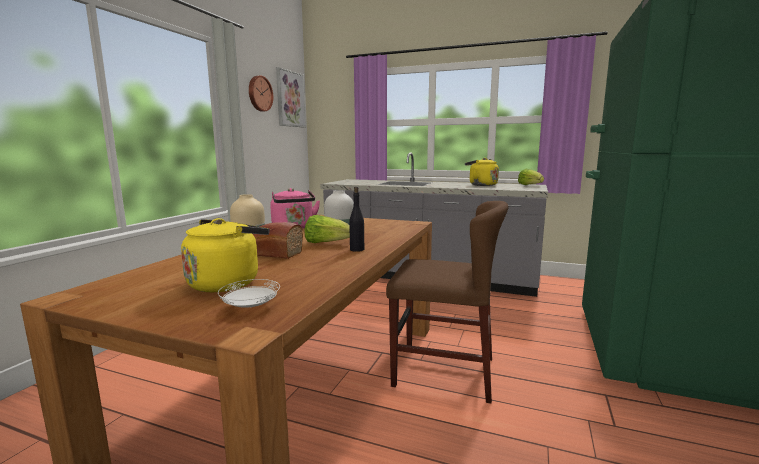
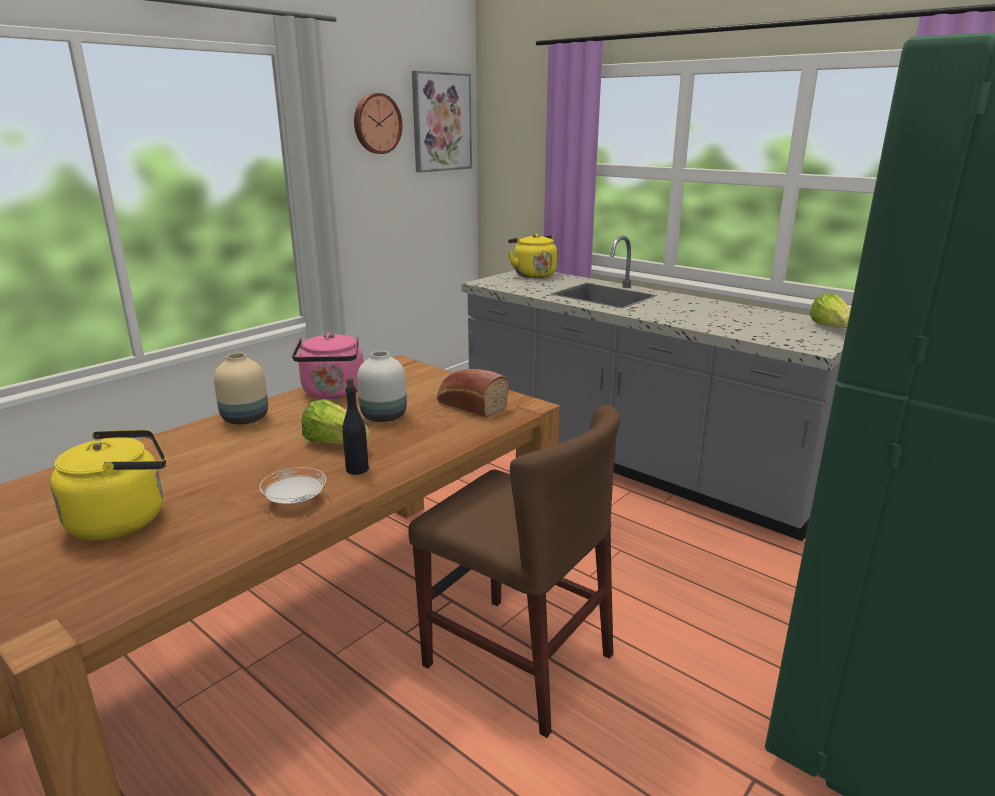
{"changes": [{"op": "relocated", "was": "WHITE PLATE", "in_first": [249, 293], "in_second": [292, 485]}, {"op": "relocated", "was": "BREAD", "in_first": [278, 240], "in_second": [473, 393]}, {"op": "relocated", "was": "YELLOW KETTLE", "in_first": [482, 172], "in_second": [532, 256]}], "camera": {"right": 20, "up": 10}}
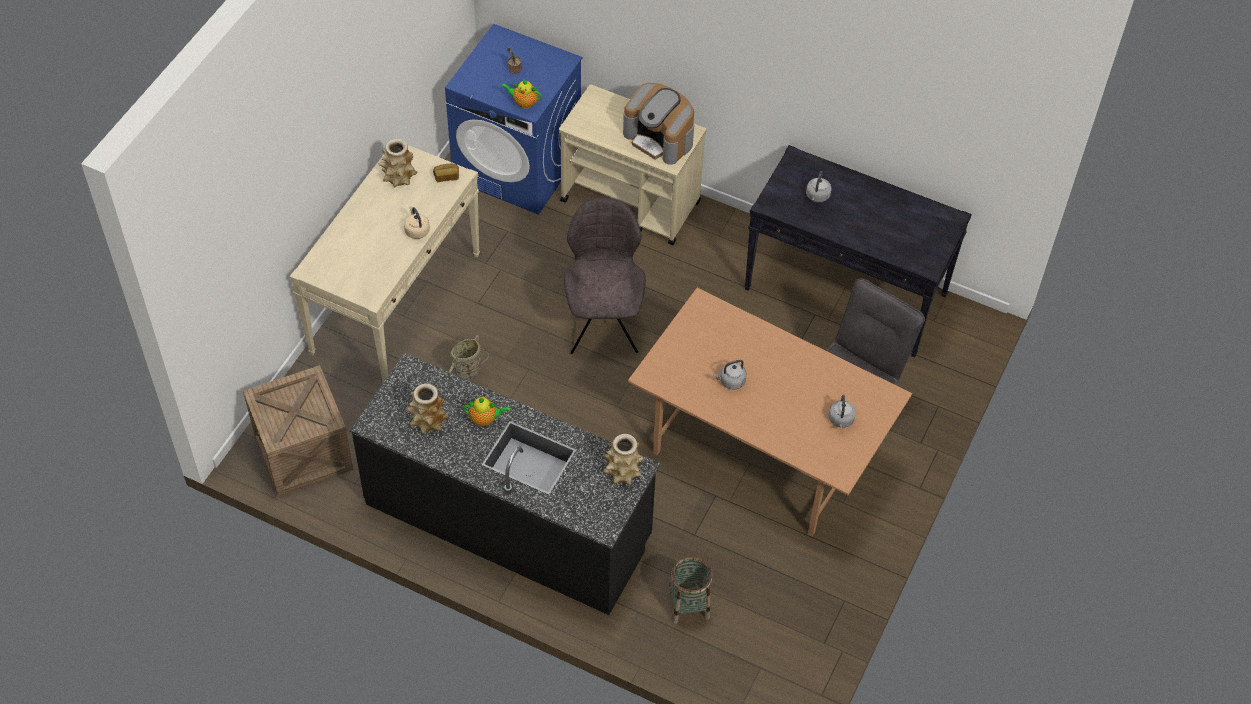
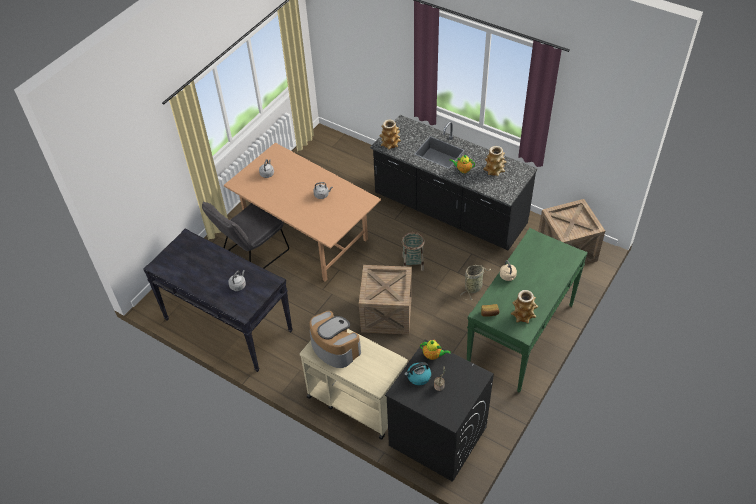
{"changes": [{"op": "exchanged", "was": "GREY CHAIR", "now": "CRATE", "in_first": [605, 275], "in_second": [385, 300]}, {"op": "colour", "was": "BLUE WASHING MACHINE", "now": "BLACK WASHING MACHINE", "in_first": [513, 119], "in_second": [439, 410]}, {"op": "relocated", "was": "BASKET", "in_first": [690, 590], "in_second": [413, 251]}, {"op": "appeared", "now": "KETTLE", "in_second": [417, 373]}, {"op": "colour", "was": "BEIGE CONSOLE TABLE", "now": "GREEN CONSOLE TABLE", "in_first": [385, 264], "in_second": [527, 310]}], "camera": {"right": -170, "up": -5}}
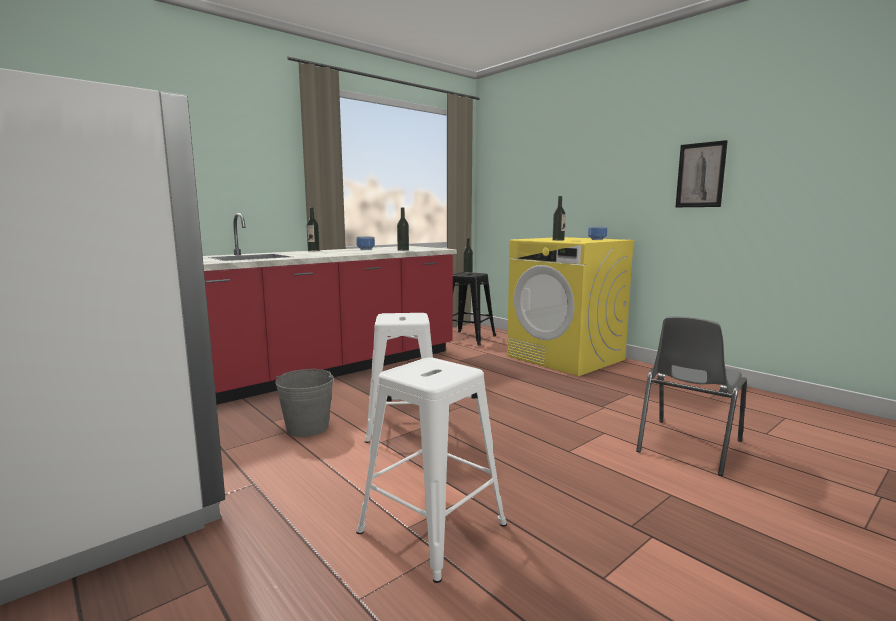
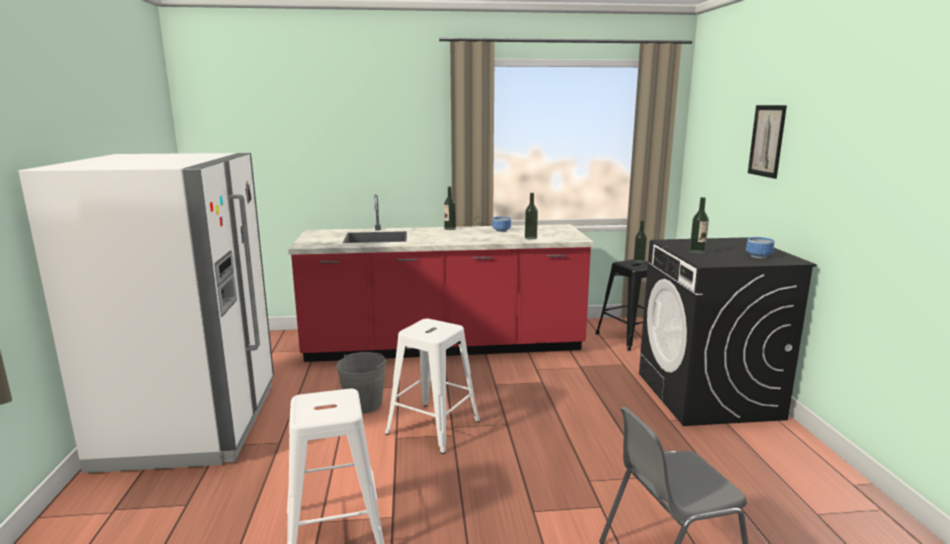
{"changes": [{"op": "colour", "was": "YELLOW WASHING MACHINE", "now": "BLACK WASHING MACHINE", "in_first": [571, 306], "in_second": [728, 331]}, {"op": "relocated", "was": "PICTURE", "in_first": [701, 173], "in_second": [767, 142]}], "camera": {"right": 35, "up": 5}}
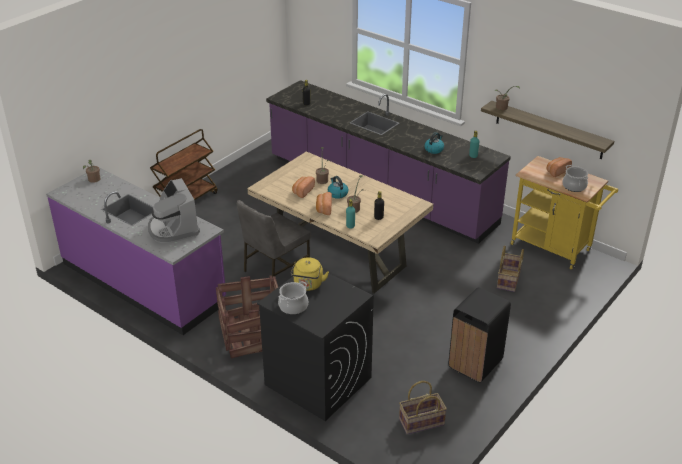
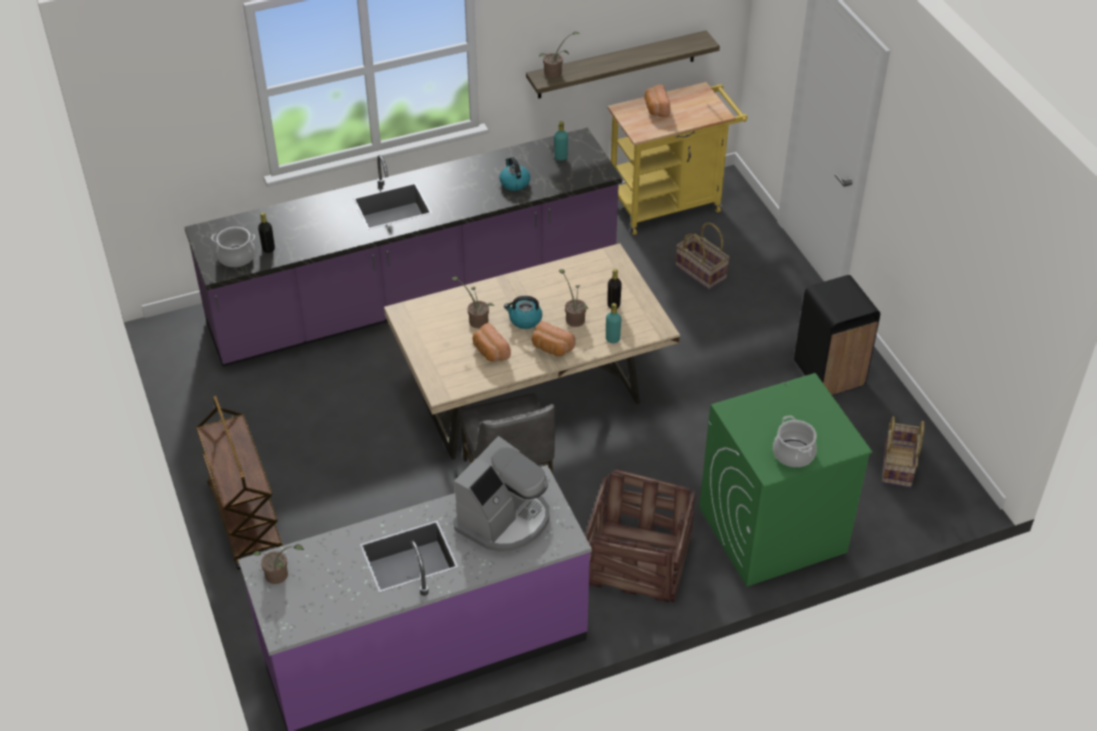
{"changes": [{"op": "relocated", "was": "COOKING POT", "in_first": [576, 178], "in_second": [233, 247]}, {"op": "spun", "was": "COFFEE MACHINE", "in_first": [174, 210], "in_second": [501, 494], "clockwise": -60}, {"op": "colour", "was": "BLACK WASHING MACHINE", "now": "GREEN WASHING MACHINE", "in_first": [315, 346], "in_second": [785, 479]}, {"op": "missing", "was": "YELLOW KETTLE", "in_first": [310, 274]}], "camera": {"right": -60, "up": 10}}
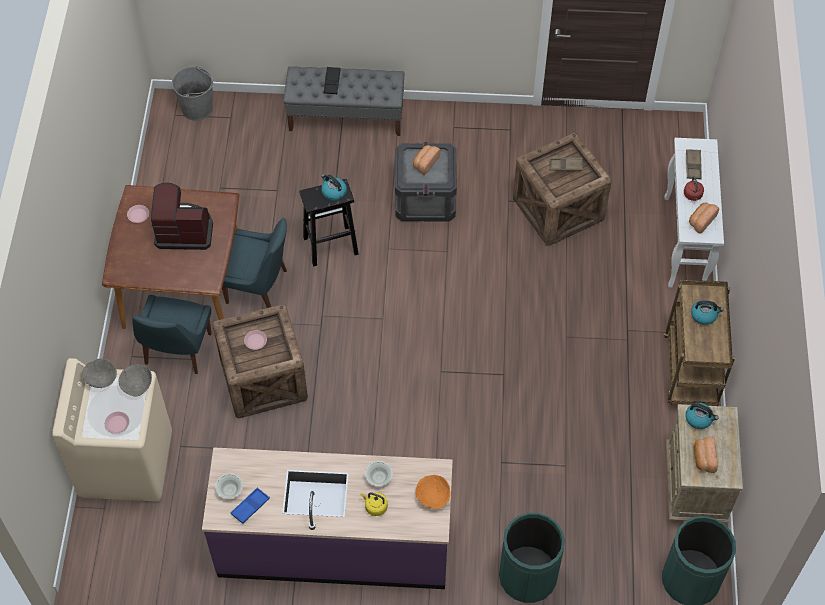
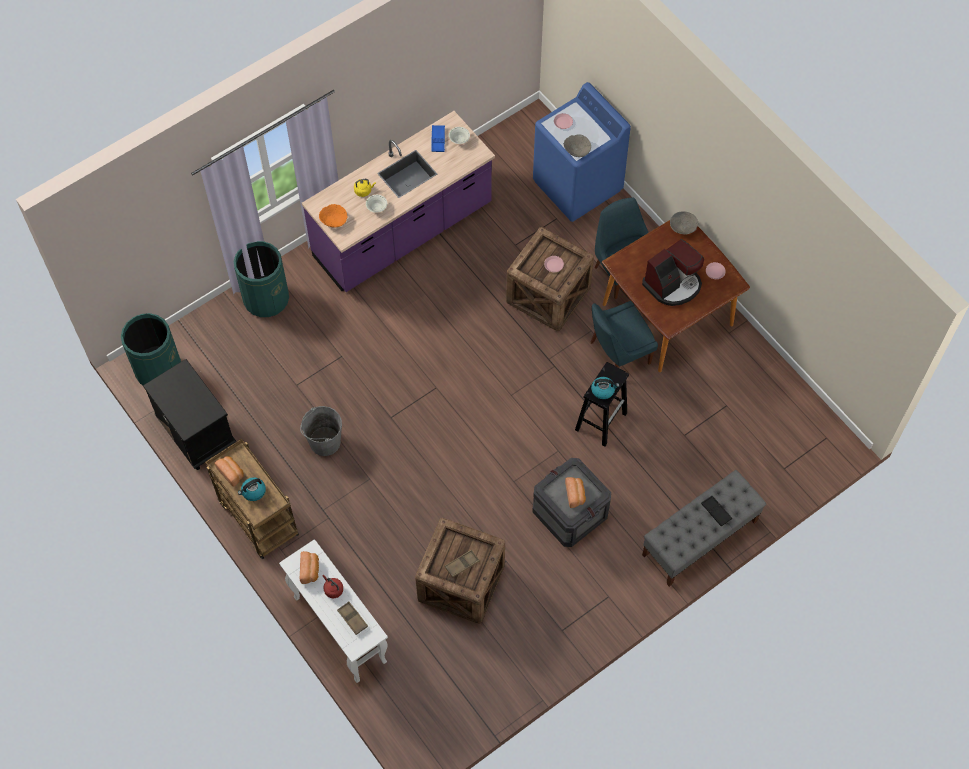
{"changes": [{"op": "colour", "was": "BEIGE NIGHTSTAND", "now": "BLACK NIGHTSTAND", "in_first": [704, 463], "in_second": [190, 414]}, {"op": "relocated", "was": "BREAD", "in_first": [706, 455], "in_second": [229, 471]}, {"op": "relocated", "was": "GREY BUCKET", "in_first": [192, 93], "in_second": [321, 431]}, {"op": "colour", "was": "BEIGE WASHING MACHINE", "now": "BLUE WASHING MACHINE", "in_first": [112, 430], "in_second": [582, 152]}, {"op": "relocated", "was": "GREY BOWL", "in_first": [99, 373], "in_second": [684, 223]}, {"op": "missing", "was": "KETTLE", "in_first": [702, 416]}], "camera": {"right": 140, "up": 5}}
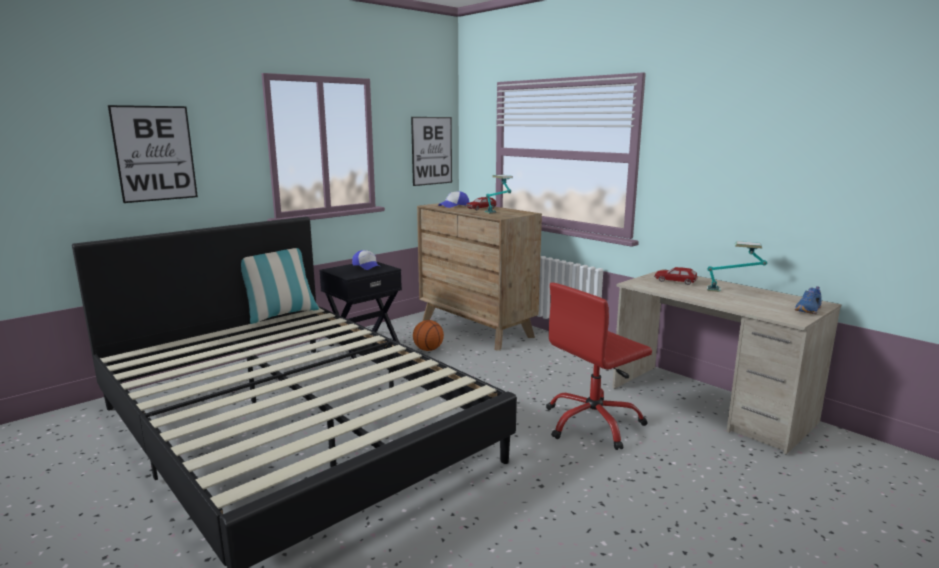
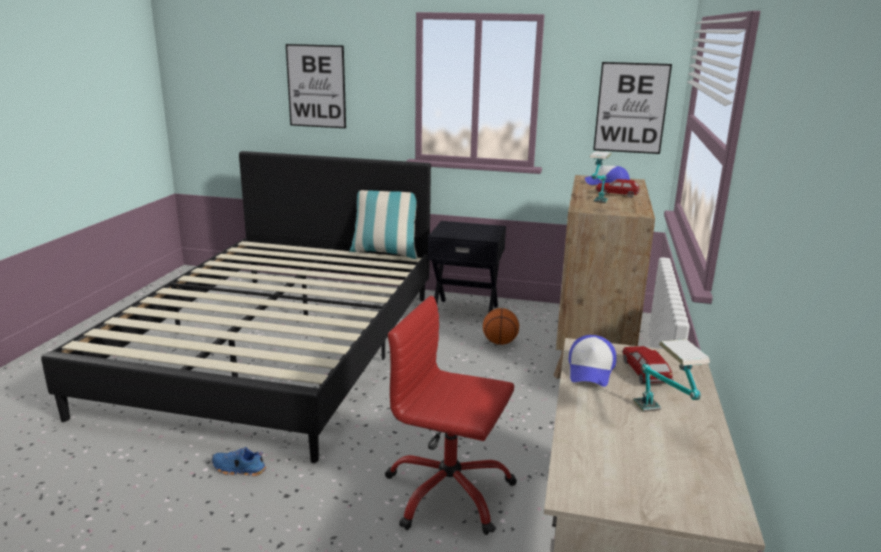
{"changes": [{"op": "relocated", "was": "BLUE SHOE", "in_first": [808, 300], "in_second": [239, 461]}, {"op": "relocated", "was": "CAP", "in_first": [366, 260], "in_second": [593, 361]}], "camera": {"right": 55, "up": 5}}
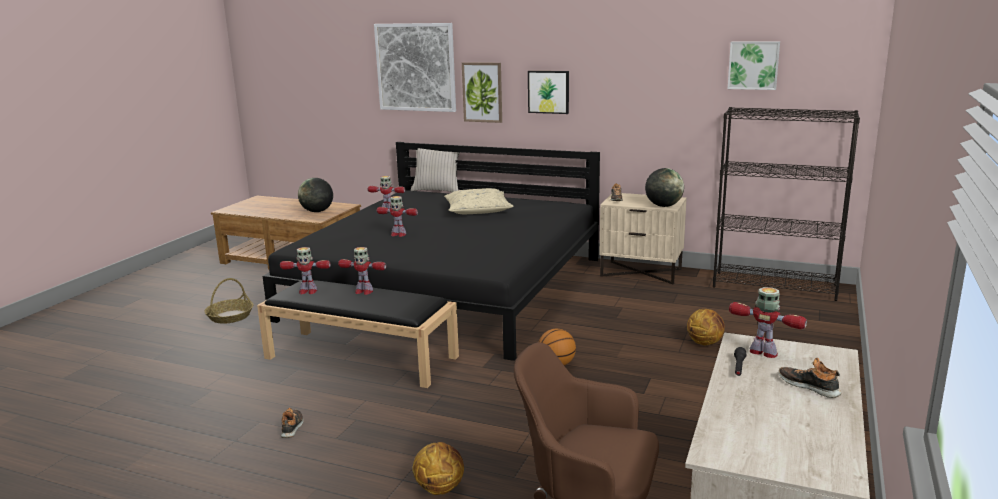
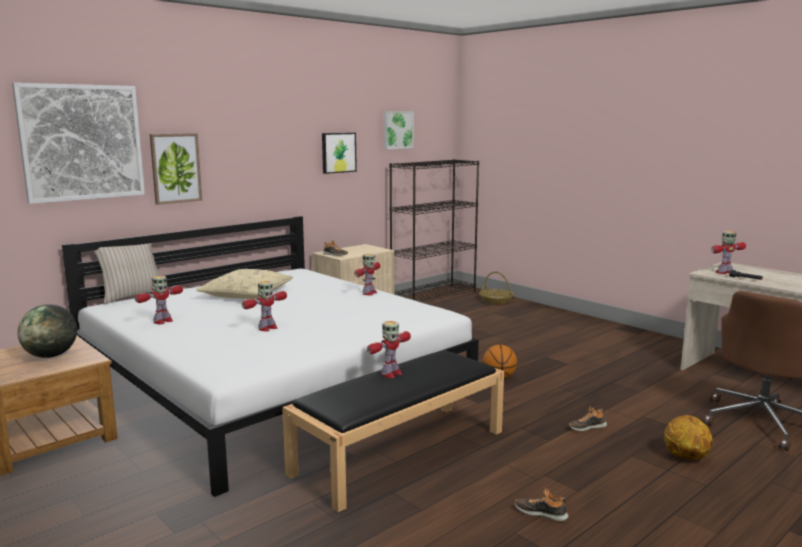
{"changes": [{"op": "colour", "was": "BLACK BED", "now": "WHITE BED", "in_first": [431, 251], "in_second": [270, 356]}, {"op": "relocated", "was": "PICTURE", "in_first": [548, 92], "in_second": [339, 153]}, {"op": "relocated", "was": "TOY ROBOT", "in_first": [305, 270], "in_second": [367, 274]}, {"op": "relocated", "was": "BASKET", "in_first": [229, 301], "in_second": [496, 287]}, {"op": "relocated", "was": "SHOE", "in_first": [810, 378], "in_second": [587, 418]}, {"op": "missing", "was": "GLOBE", "in_first": [664, 187]}, {"op": "missing", "was": "BASKETBALL", "in_first": [706, 327]}], "camera": {"right": -65, "up": -5}}
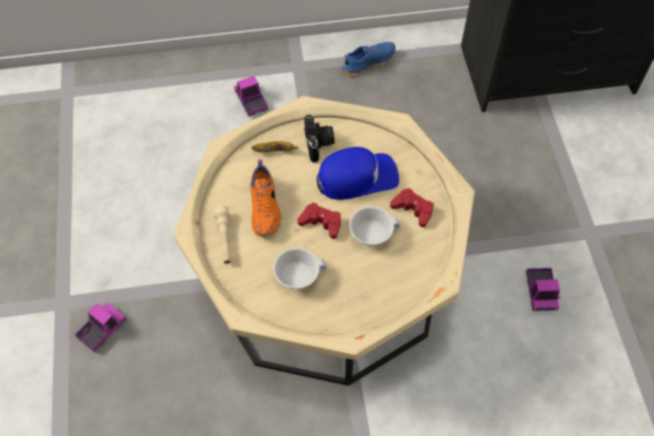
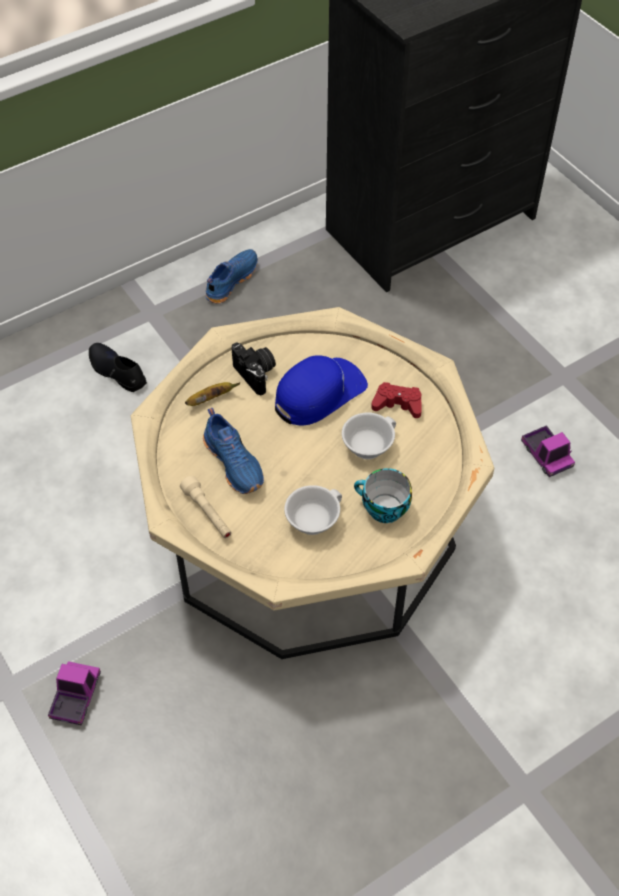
{"changes": [{"op": "exchanged", "was": "TOY TRUCK", "now": "BLACK SHOE", "in_first": [251, 96], "in_second": [118, 367]}, {"op": "colour", "was": "ORANGE SHOE", "now": "BLUE SHOE", "in_first": [265, 197], "in_second": [233, 451]}, {"op": "appeared", "now": "CUP", "in_second": [383, 495]}, {"op": "missing", "was": "RED GAME CONTROLLER", "in_first": [319, 220]}], "camera": {"right": -25, "up": -5}}
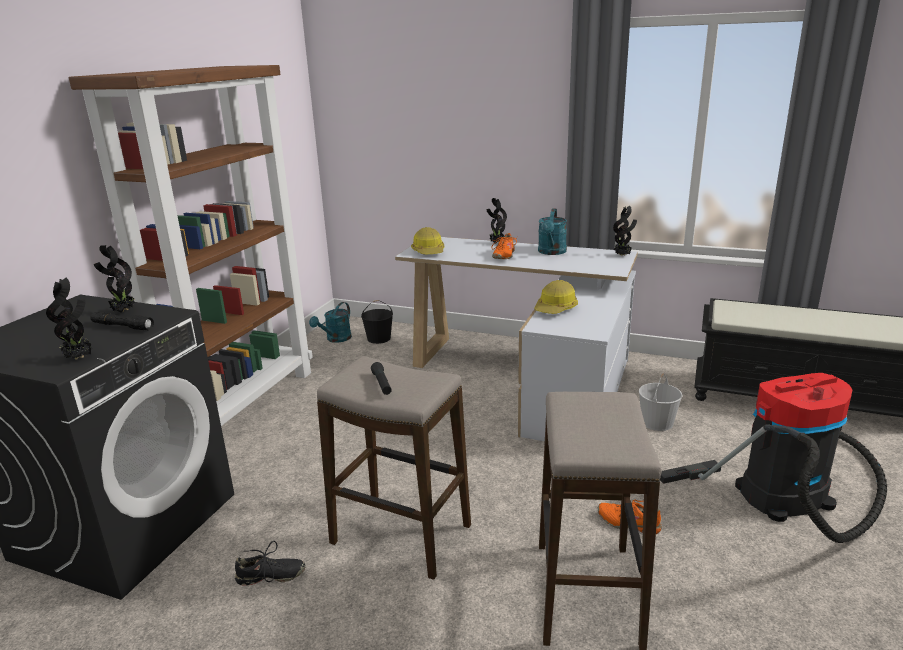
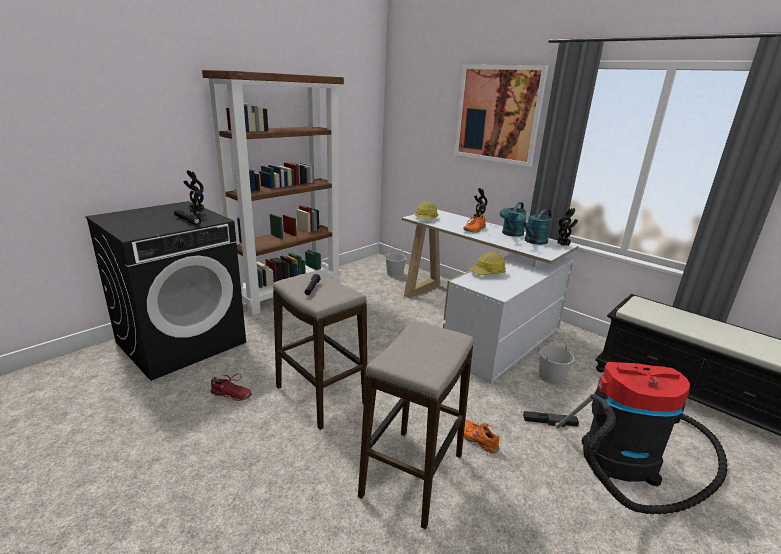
{"changes": [{"op": "colour", "was": "BLACK SHOE", "now": "RED SHOE", "in_first": [270, 563], "in_second": [231, 387]}, {"op": "colour", "was": "BLACK BUCKET", "now": "WHITE BUCKET", "in_first": [377, 322], "in_second": [396, 262]}, {"op": "appeared", "now": "PICTURE", "in_second": [501, 116]}, {"op": "relocated", "was": "TURQUOISE WATERING CAN", "in_first": [330, 322], "in_second": [534, 227]}, {"op": "missing", "was": "POTTED PLANT", "in_first": [69, 318]}], "camera": {"right": 20, "up": 0}}
